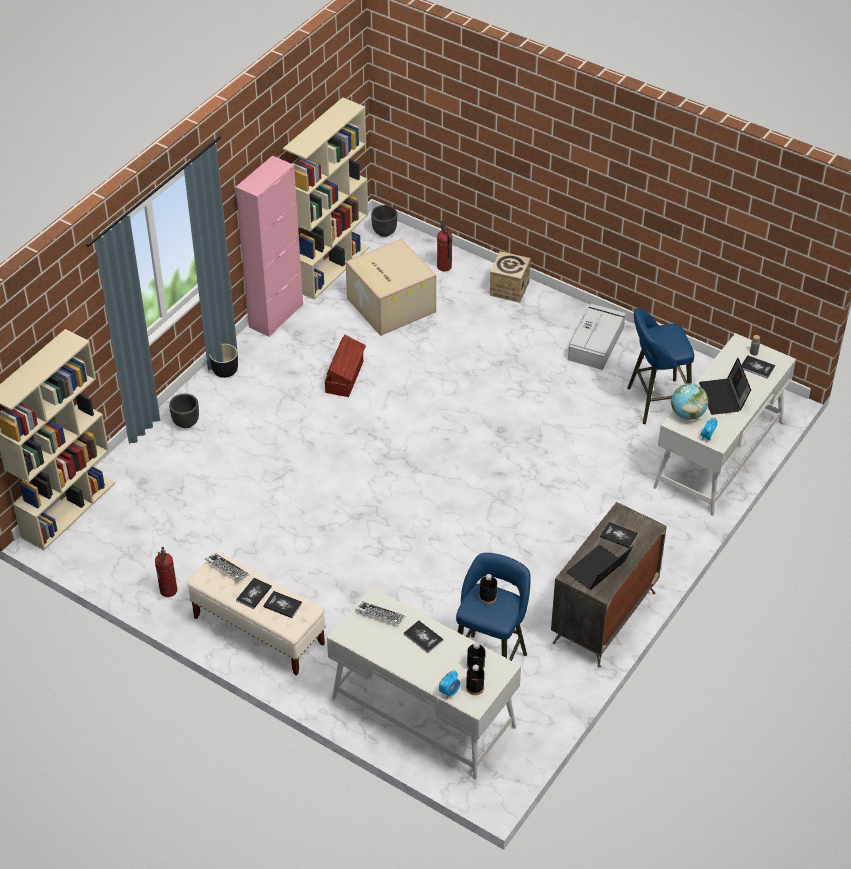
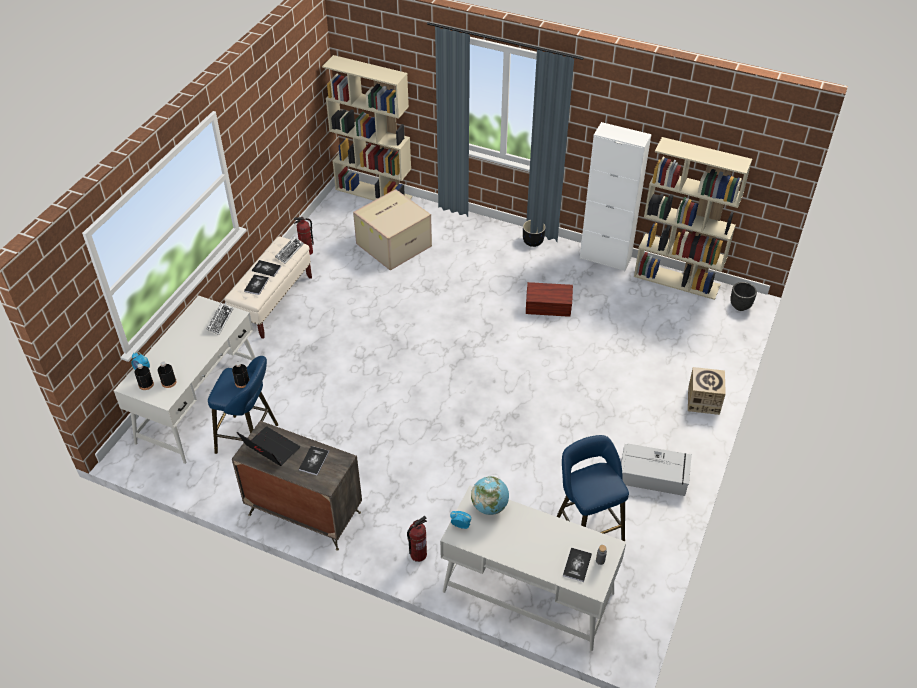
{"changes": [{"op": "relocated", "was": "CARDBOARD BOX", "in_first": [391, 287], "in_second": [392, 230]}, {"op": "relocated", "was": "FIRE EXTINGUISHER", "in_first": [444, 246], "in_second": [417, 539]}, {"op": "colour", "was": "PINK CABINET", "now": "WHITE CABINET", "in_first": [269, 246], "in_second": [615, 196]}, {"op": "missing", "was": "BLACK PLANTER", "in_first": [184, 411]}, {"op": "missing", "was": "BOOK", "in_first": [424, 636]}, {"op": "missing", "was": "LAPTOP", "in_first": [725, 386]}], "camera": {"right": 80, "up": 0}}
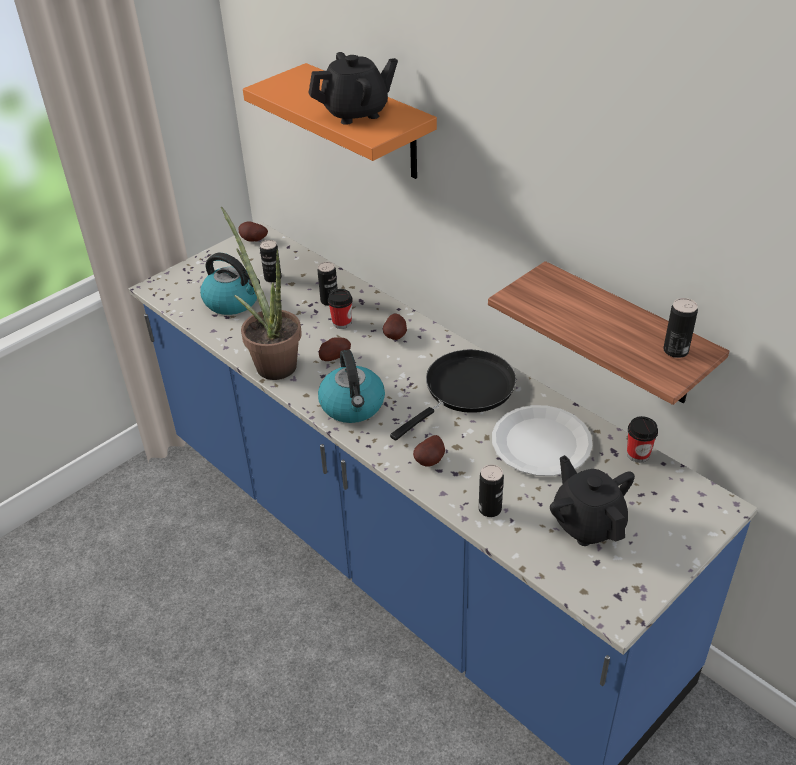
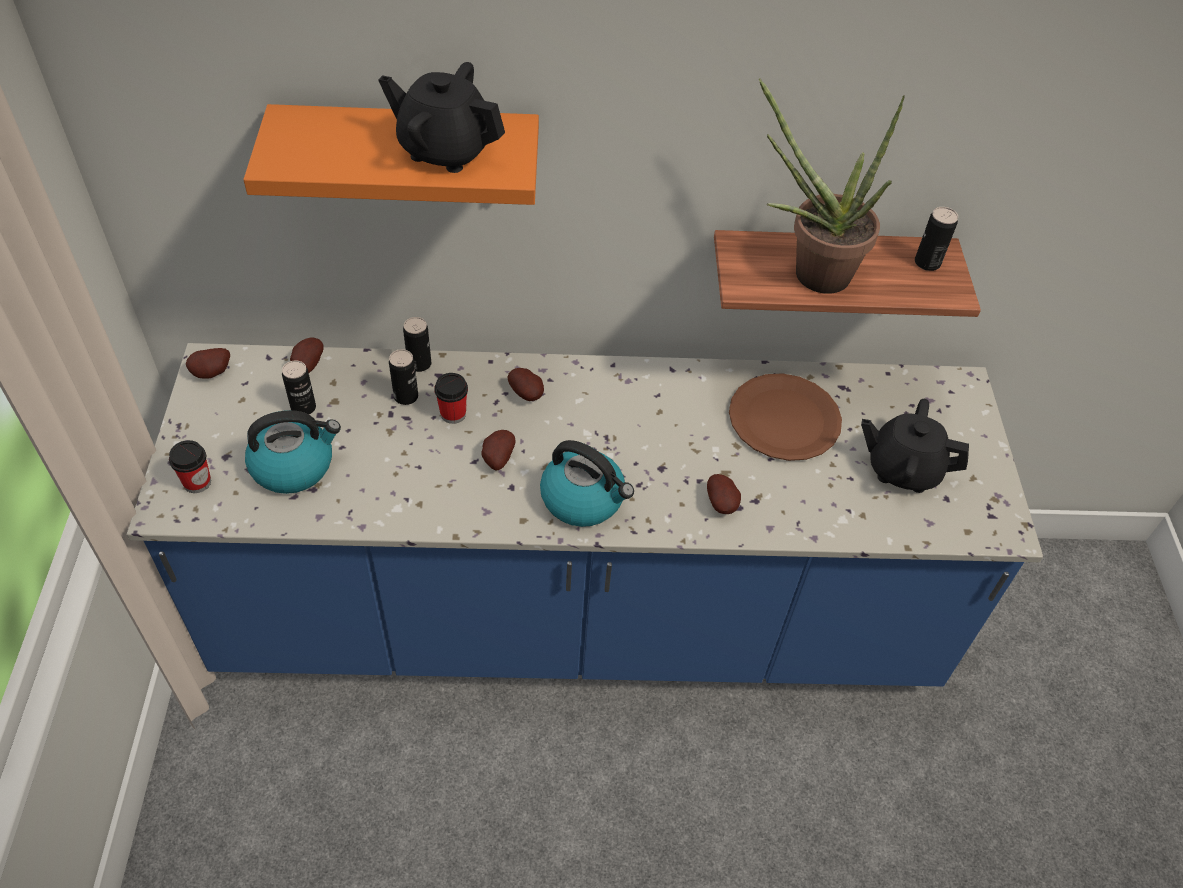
{"changes": [{"op": "relocated", "was": "CUP", "in_first": [642, 439], "in_second": [190, 466]}, {"op": "appeared", "now": "POTATO", "in_second": [307, 355]}, {"op": "spun", "was": "BLACK TEAPOT", "in_first": [353, 88], "in_second": [442, 117], "clockwise": -90}, {"op": "relocated", "was": "CAN", "in_first": [491, 491], "in_second": [417, 344]}, {"op": "colour", "was": "WHITE PLATE", "now": "BROWN PLATE", "in_first": [542, 440], "in_second": [785, 417]}, {"op": "relocated", "was": "POTTED PLANT", "in_first": [261, 293], "in_second": [832, 186]}, {"op": "missing", "was": "BLACK FRYING PAN", "in_first": [453, 395]}], "camera": {"right": -50, "up": 10}}
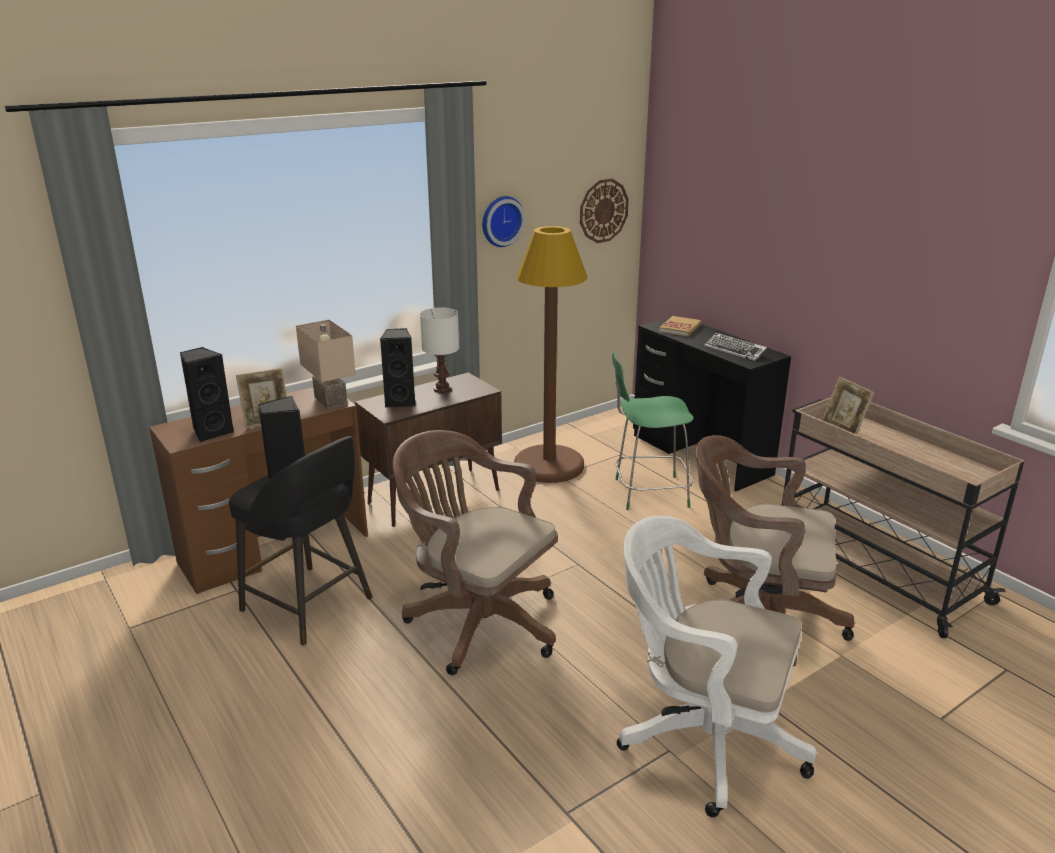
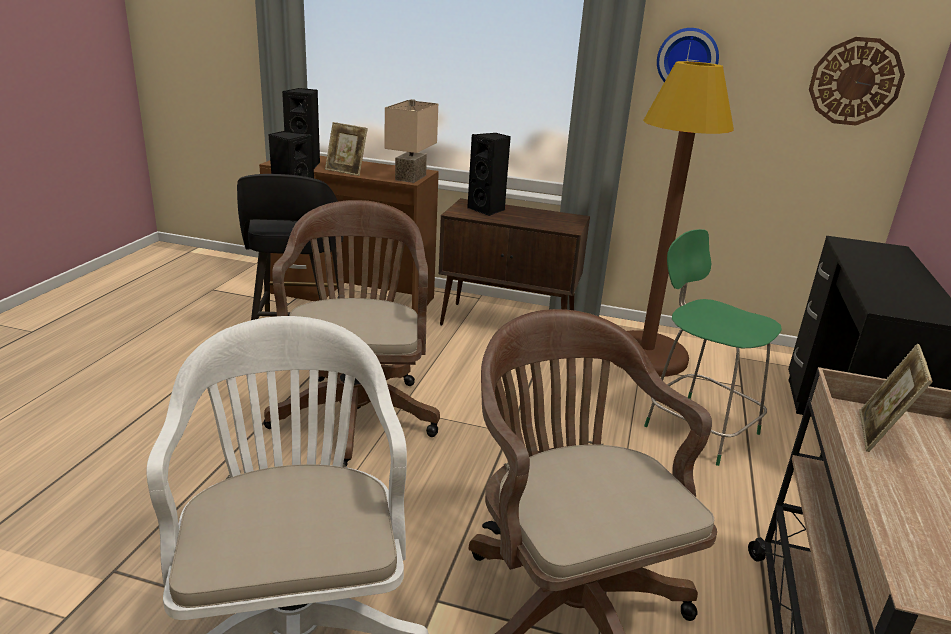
{"changes": [{"op": "missing", "was": "WHITE TABLE LAMP", "in_first": [439, 350]}, {"op": "missing", "was": "BOOK", "in_first": [680, 326]}, {"op": "missing", "was": "KEYBOARD", "in_first": [735, 347]}], "camera": {"right": 50, "up": 0}}
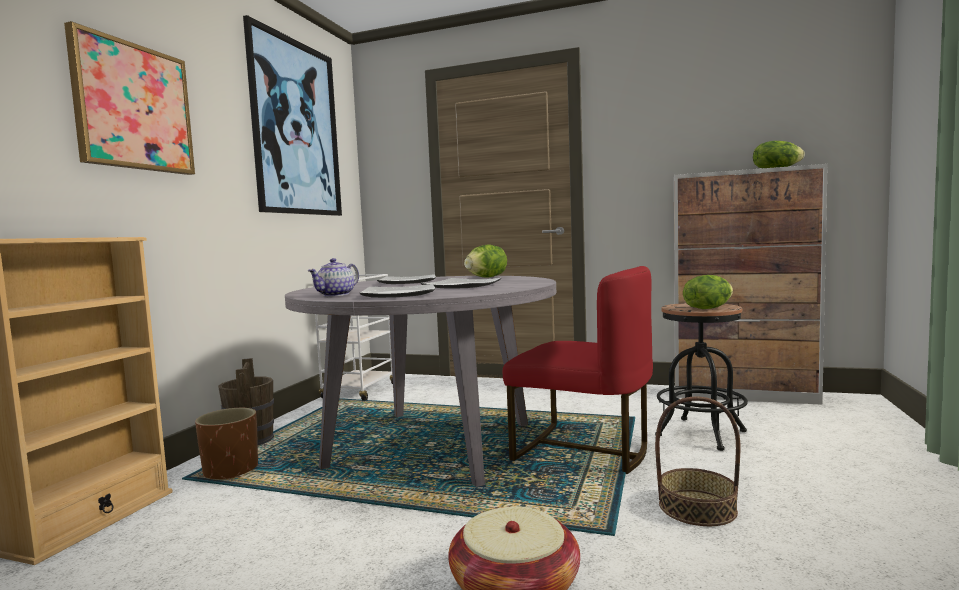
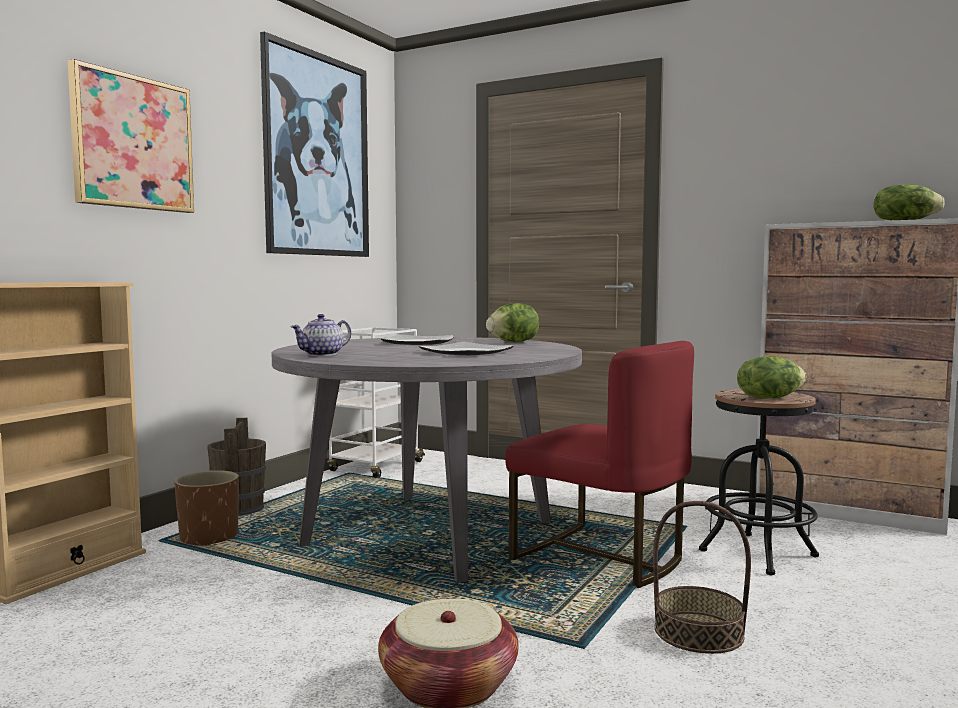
{"changes": [{"op": "missing", "was": "PLATE", "in_first": [397, 291]}], "camera": {"right": 10, "up": 0}}
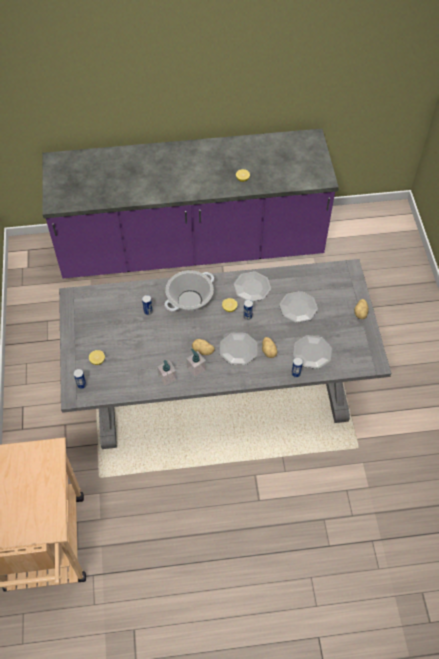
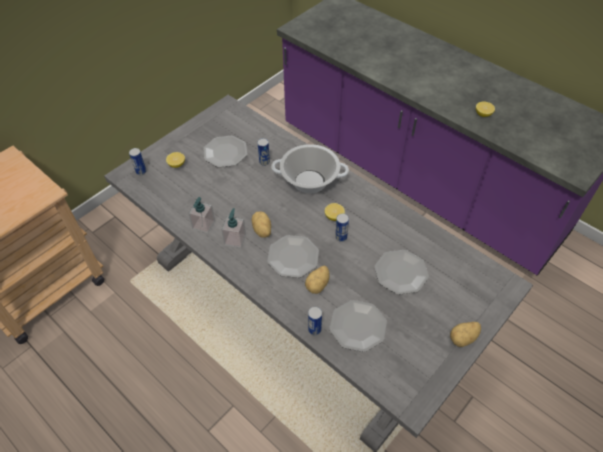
{"changes": [{"op": "relocated", "was": "PLATE", "in_first": [252, 286], "in_second": [225, 151]}], "camera": {"right": 50, "up": -5}}
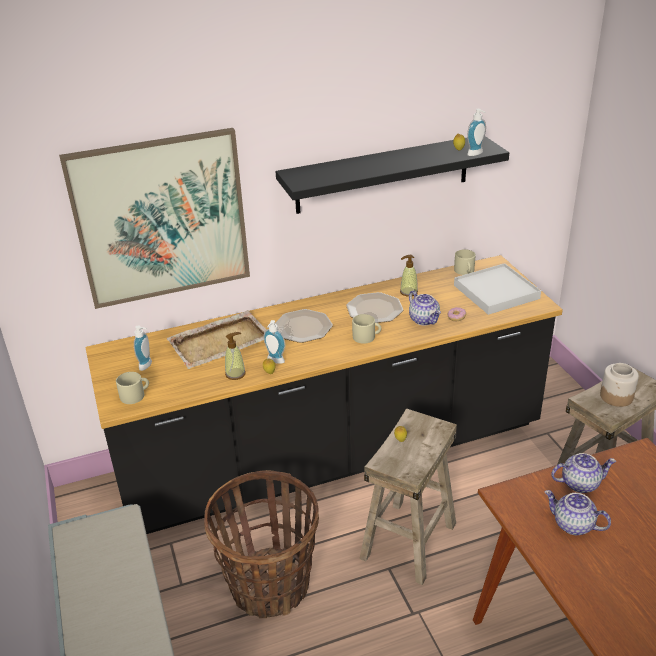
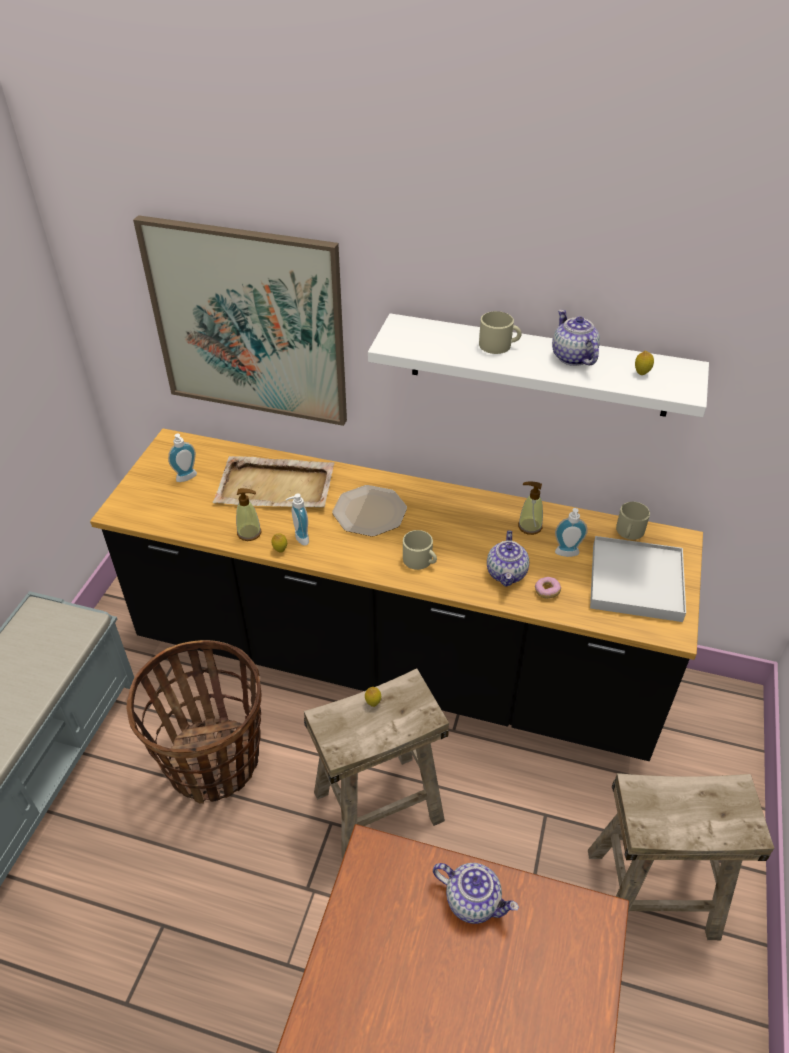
{"changes": [{"op": "colour", "was": "BLACK SHELF", "now": "WHITE SHELF", "in_first": [392, 175], "in_second": [538, 365]}, {"op": "relocated", "was": "BEIGE MUG", "in_first": [132, 388], "in_second": [500, 332]}, {"op": "relocated", "was": "TEAPOT", "in_first": [578, 512], "in_second": [576, 338]}, {"op": "relocated", "was": "SOAP DISPENSER", "in_first": [476, 132], "in_second": [571, 532]}, {"op": "missing", "was": "PLATE", "in_first": [374, 307]}, {"op": "missing", "was": "JAR", "in_first": [619, 385]}], "camera": {"right": 35, "up": 10}}
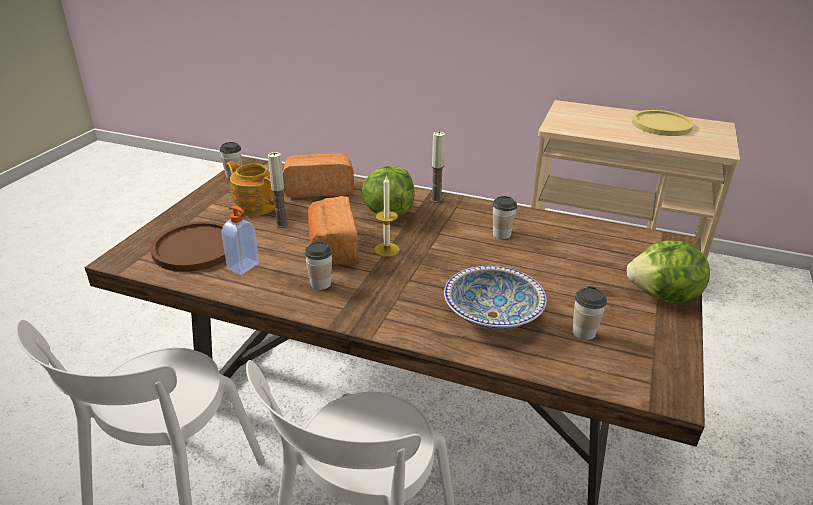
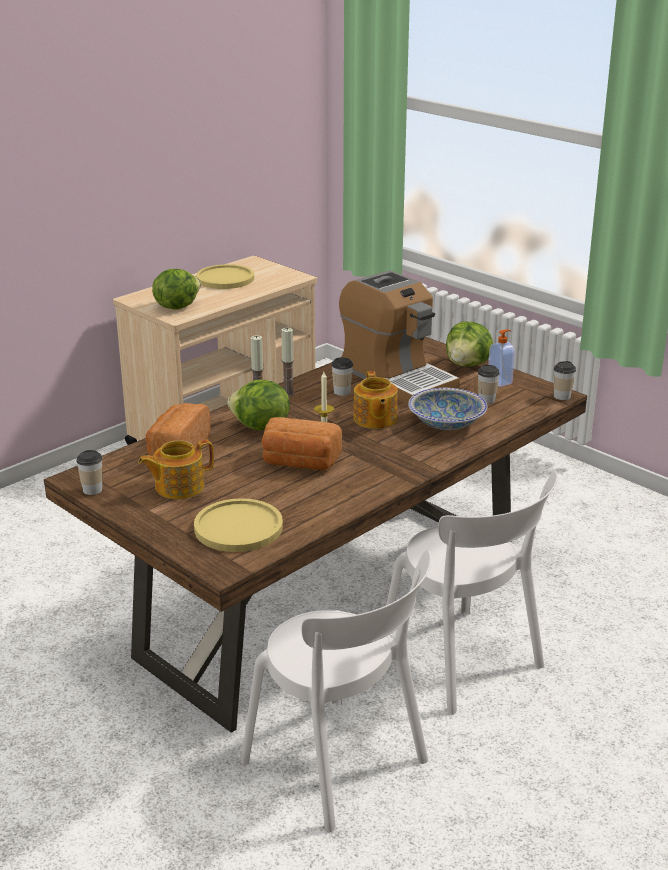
{"changes": [{"op": "appeared", "now": "LETTUCE", "in_second": [176, 289]}, {"op": "colour", "was": "BROWN PLATE", "now": "YELLOW PLATE", "in_first": [188, 246], "in_second": [238, 525]}, {"op": "relocated", "was": "CANDLE", "in_first": [278, 190], "in_second": [287, 362]}, {"op": "appeared", "now": "COFFEE MACHINE", "in_second": [399, 337]}, {"op": "appeared", "now": "TEAPOT", "in_second": [376, 400]}, {"op": "relocated", "was": "SOAP DISPENSER", "in_first": [240, 240], "in_second": [501, 358]}, {"op": "relocated", "was": "CUP", "in_first": [318, 265], "in_second": [565, 380]}], "camera": {"right": -65, "up": -5}}
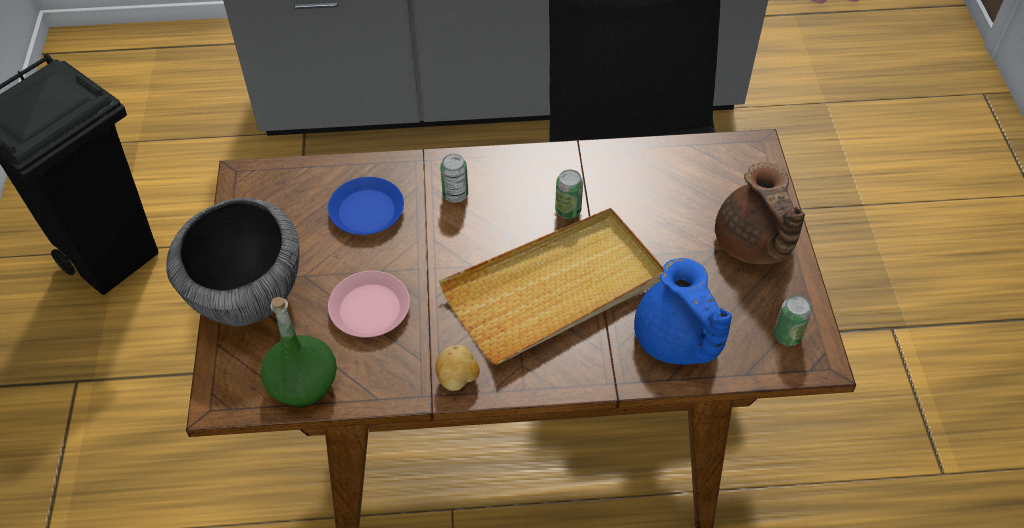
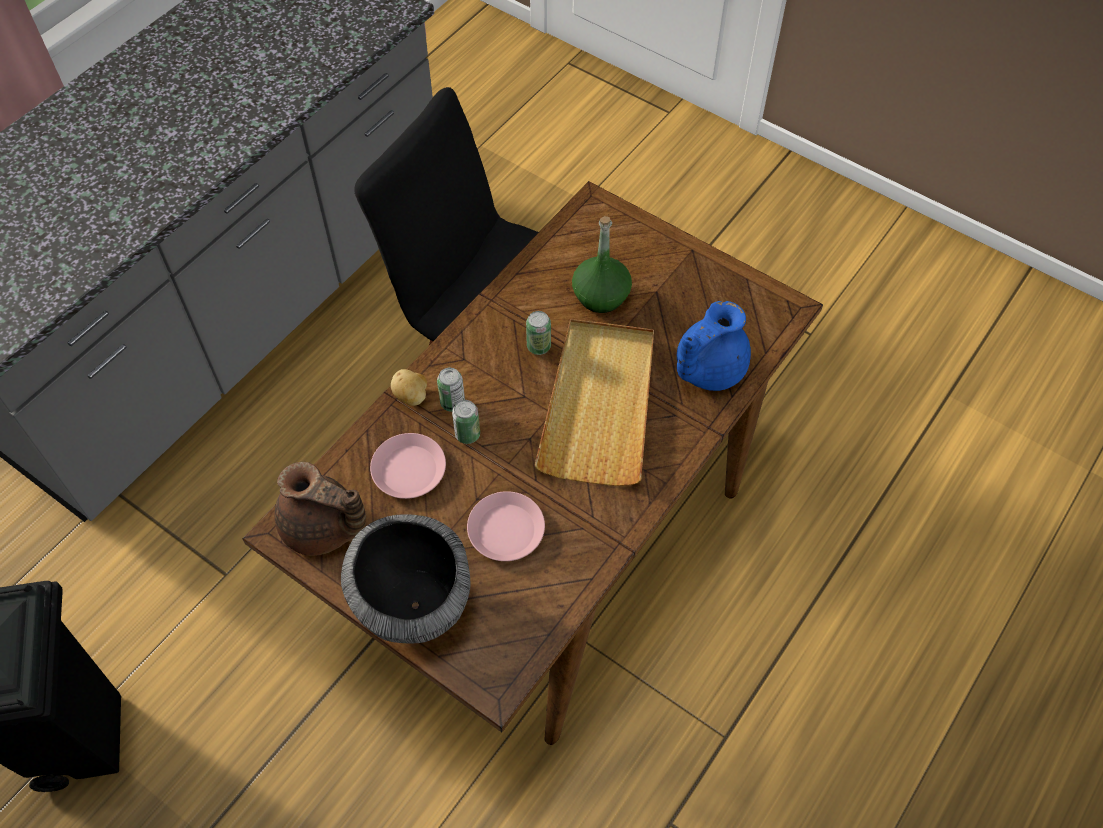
{"changes": [{"op": "relocated", "was": "BROWN TEAPOT", "in_first": [760, 213], "in_second": [320, 509]}, {"op": "colour", "was": "BLUE PLATE", "now": "PINK PLATE", "in_first": [366, 206], "in_second": [408, 466]}, {"op": "relocated", "was": "POTATO", "in_first": [457, 368], "in_second": [409, 387]}, {"op": "relocated", "was": "CAN", "in_first": [793, 320], "in_second": [466, 422]}, {"op": "relocated", "was": "GREEN BOTTLE", "in_first": [298, 352], "in_second": [602, 264]}, {"op": "spun", "was": "BLUE TEAPOT", "in_first": [683, 311], "in_second": [714, 346], "clockwise": 120}], "camera": {"right": -50, "up": 5}}
